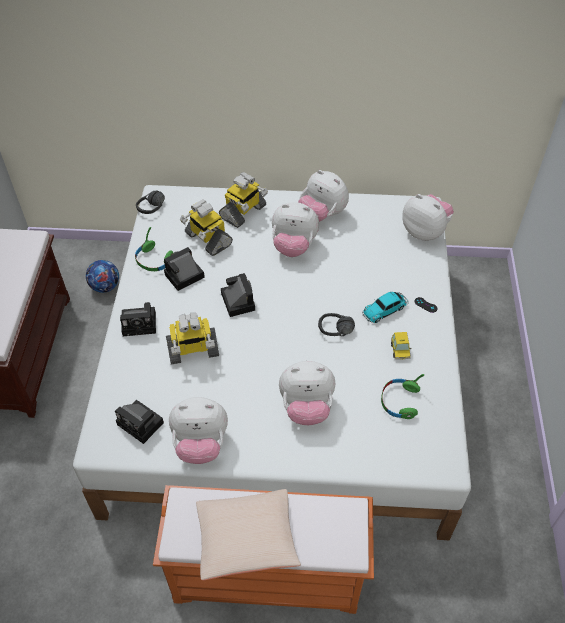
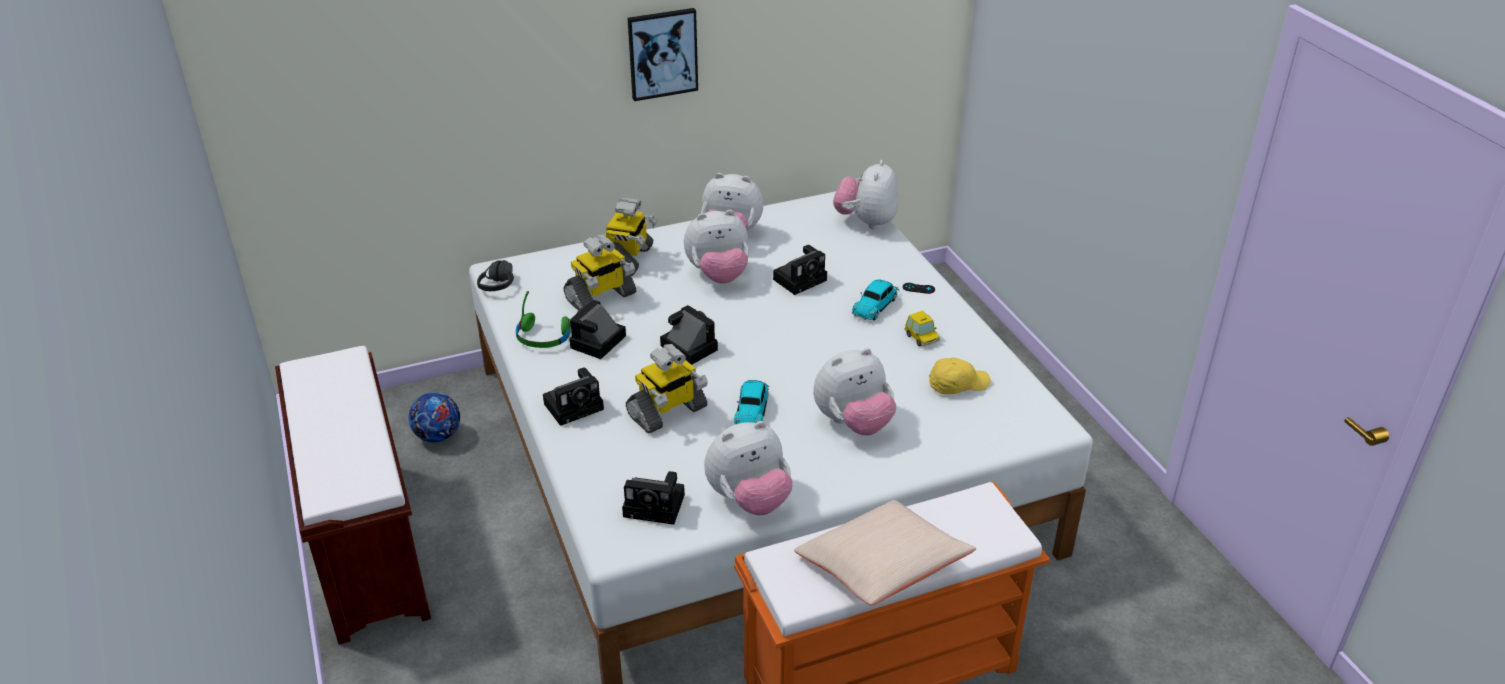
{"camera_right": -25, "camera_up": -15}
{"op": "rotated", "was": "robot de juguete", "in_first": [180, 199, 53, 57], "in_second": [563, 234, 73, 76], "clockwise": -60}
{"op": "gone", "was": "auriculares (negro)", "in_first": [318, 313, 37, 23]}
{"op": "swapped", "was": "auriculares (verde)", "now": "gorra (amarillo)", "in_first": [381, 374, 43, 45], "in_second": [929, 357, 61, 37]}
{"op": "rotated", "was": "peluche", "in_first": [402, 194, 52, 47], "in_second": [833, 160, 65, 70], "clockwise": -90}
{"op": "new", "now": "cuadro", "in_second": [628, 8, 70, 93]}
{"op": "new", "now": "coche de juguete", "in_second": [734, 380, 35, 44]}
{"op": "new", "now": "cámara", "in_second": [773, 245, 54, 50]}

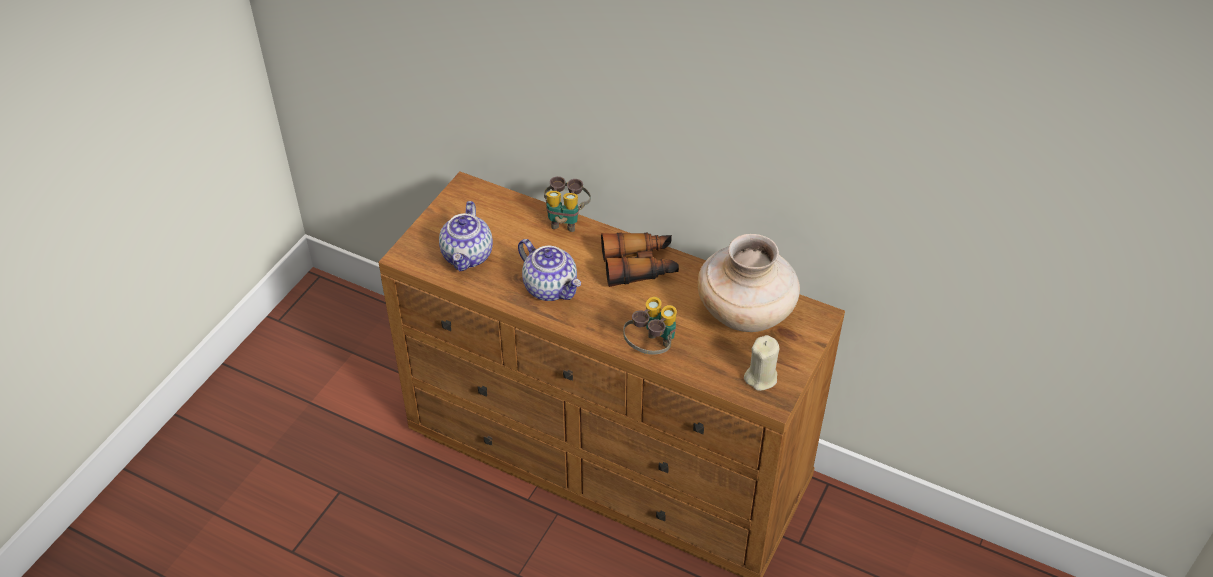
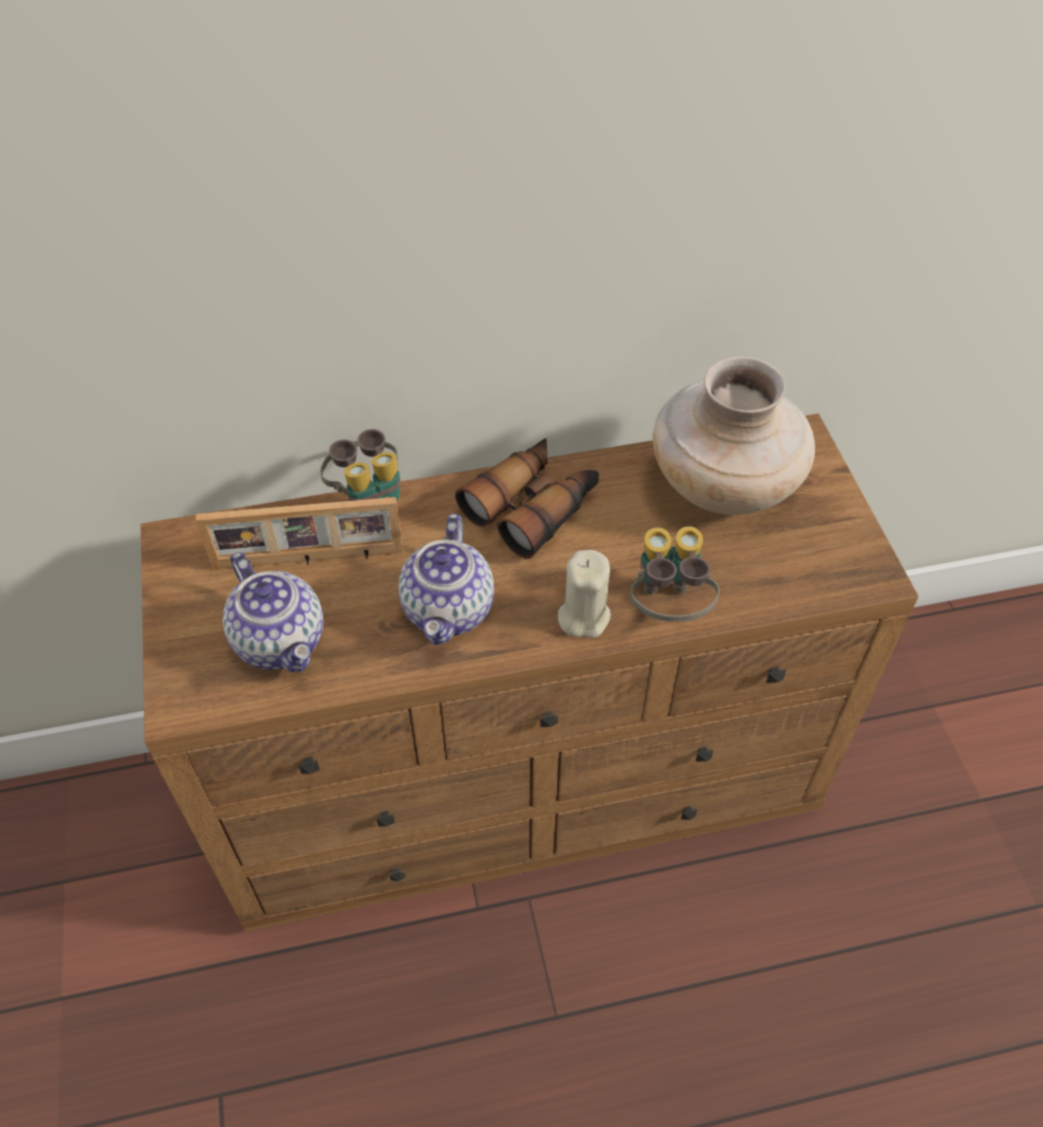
{"camera_right": -40, "camera_up": 5}
{"op": "rotated", "was": "tetera", "in_first": [518, 239, 63, 62], "in_second": [398, 514, 96, 131], "clockwise": 90}
{"op": "shifted", "was": "vela (beis)", "in_first": [744, 335, 35, 56], "in_second": [558, 550, 53, 88]}
{"op": "new", "now": "portarretratos", "in_second": [195, 497, 208, 73]}

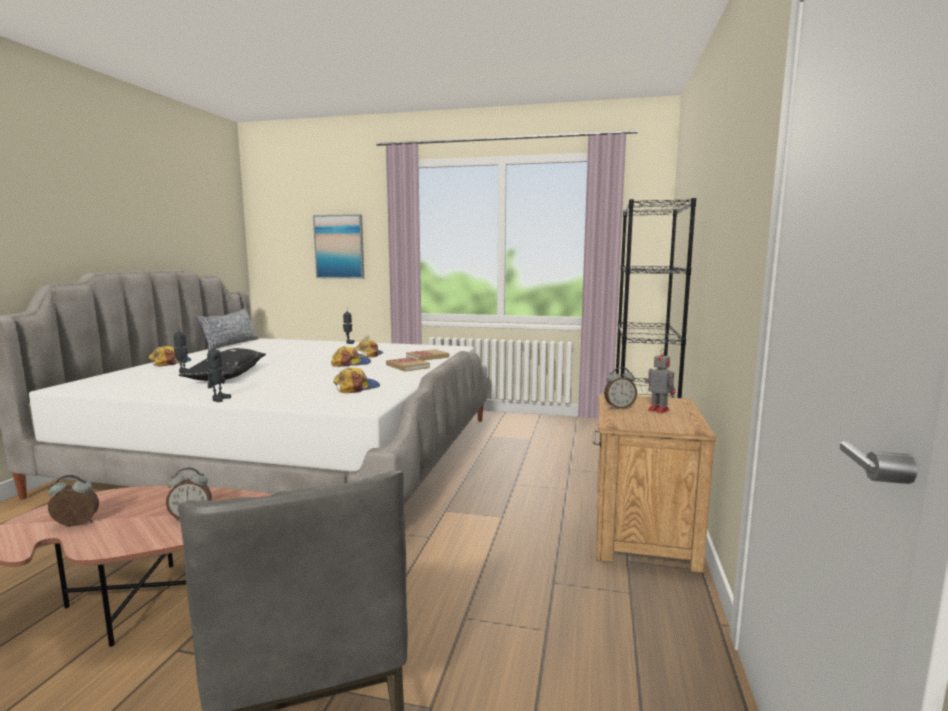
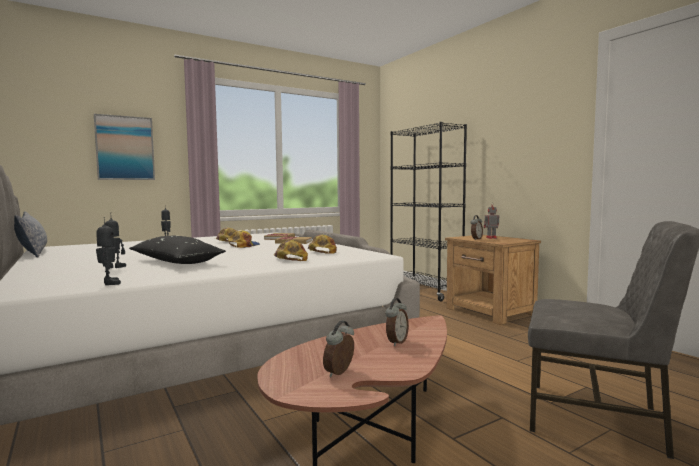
{"camera_right": -45, "camera_up": -5}
{"op": "shifted", "was": "gorra", "in_first": [149, 346, 42, 20], "in_second": [274, 240, 34, 21]}
{"op": "shifted", "was": "robot de juguete", "in_first": [207, 341, 24, 61], "in_second": [96, 217, 25, 68]}

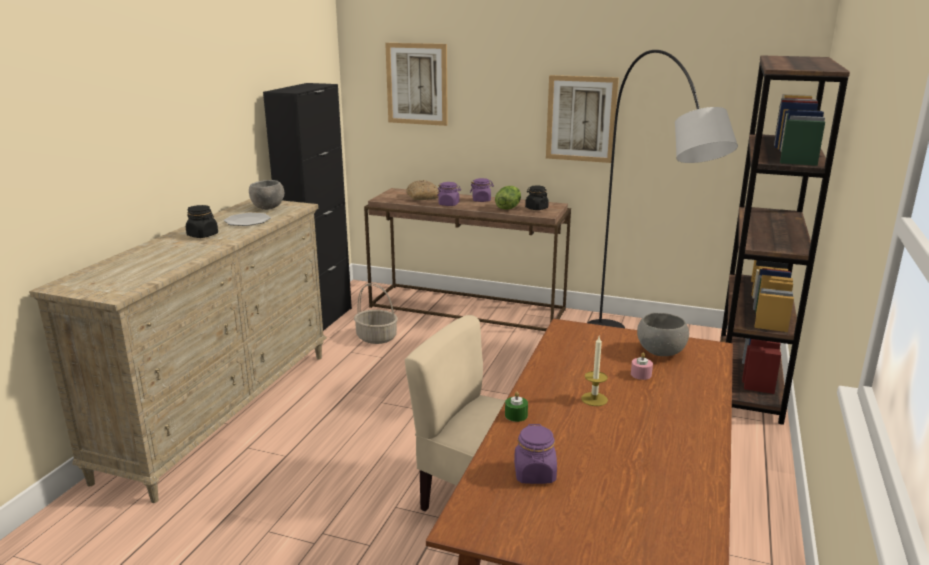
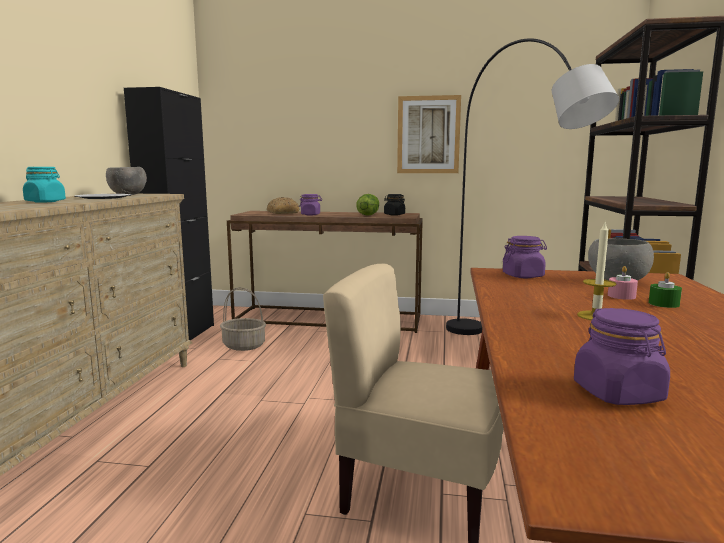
{"camera_right": -10, "camera_up": -10}
{"op": "repainted", "was": "tarro (negro)", "now": "tarro (turquesa)", "in_first": [186, 205, 32, 33], "in_second": [23, 167, 43, 36]}
{"op": "gone", "was": "cuadro", "in_first": [385, 43, 63, 83]}
{"op": "shifted", "was": "tarro (morado)", "in_first": [470, 178, 24, 24], "in_second": [503, 236, 44, 42]}
{"op": "shifted", "was": "vela (verde)", "in_first": [505, 391, 23, 31], "in_second": [649, 272, 33, 36]}

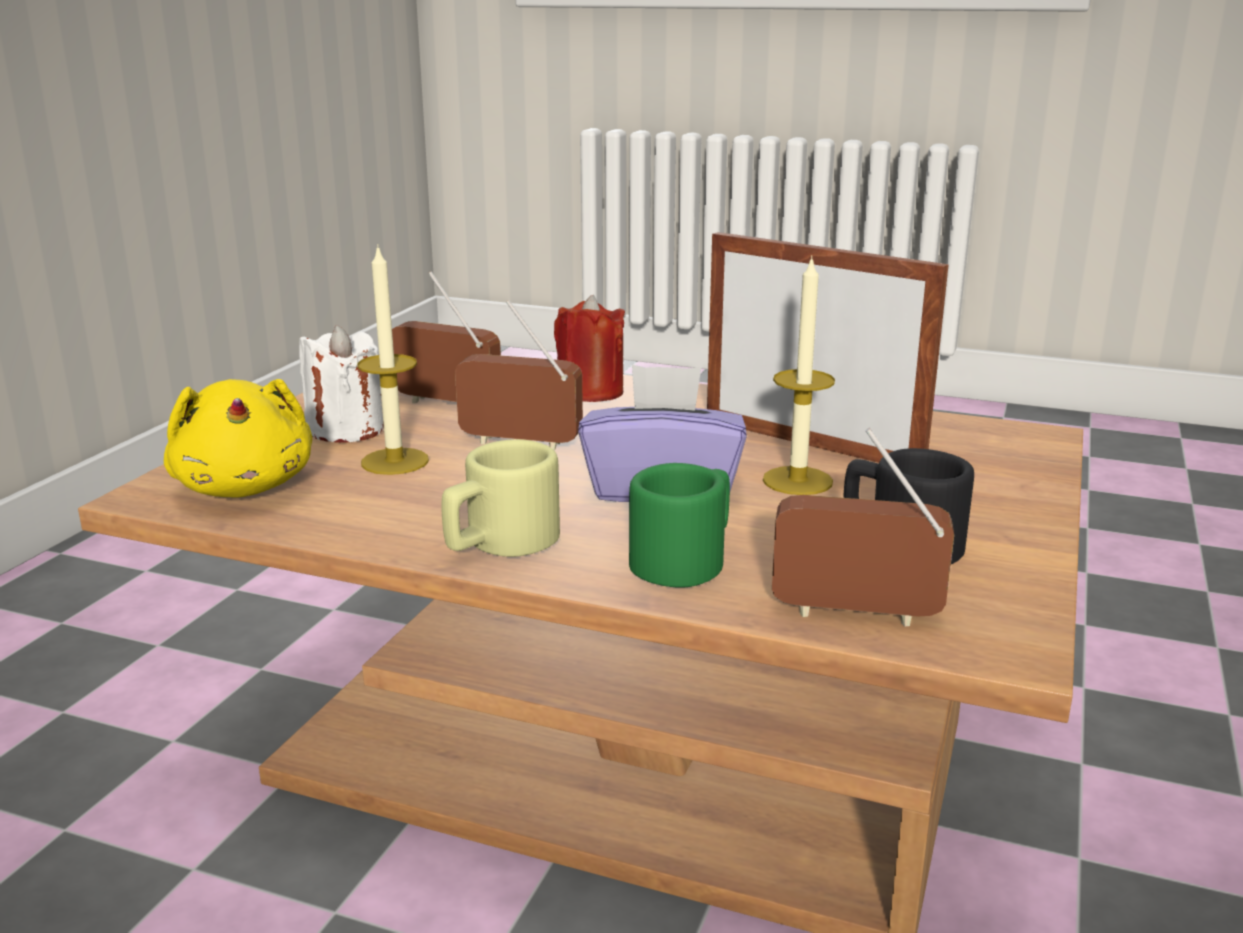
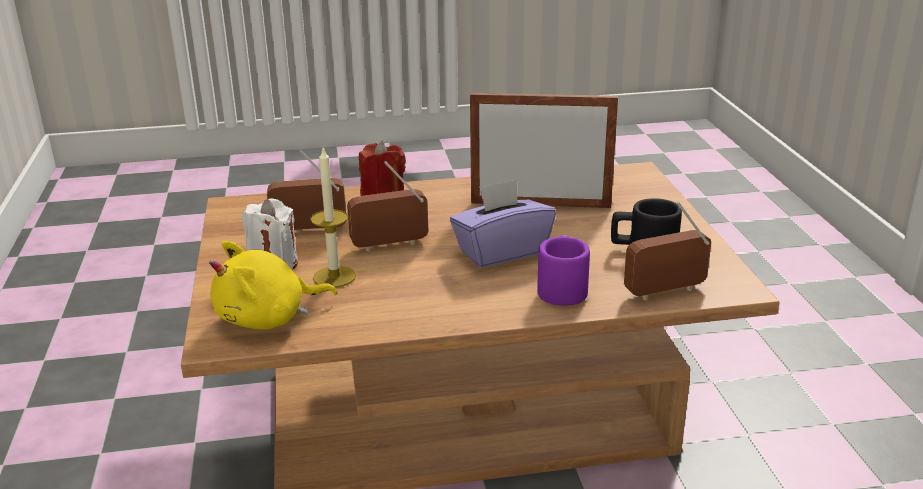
{"camera_right": -30, "camera_up": 5}
{"op": "rotated", "was": "peluche (amarillo)", "in_first": [164, 379, 148, 119], "in_second": [209, 241, 128, 88], "clockwise": 120}
{"op": "gone", "was": "taza grande (beis)", "in_first": [442, 439, 118, 118]}
{"op": "repainted", "was": "taza grande (verde)", "now": "taza grande (morado)", "in_first": [629, 463, 101, 125], "in_second": [537, 235, 53, 70]}
{"op": "gone", "was": "vela", "in_first": [763, 255, 72, 240]}

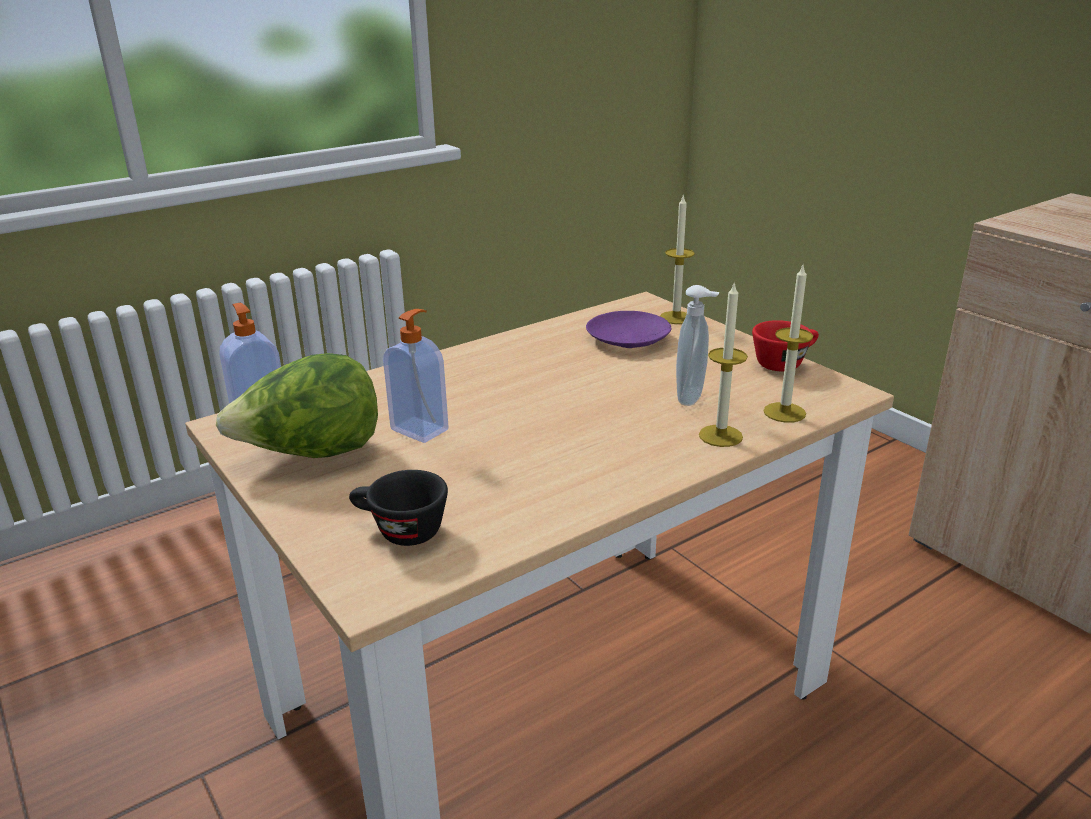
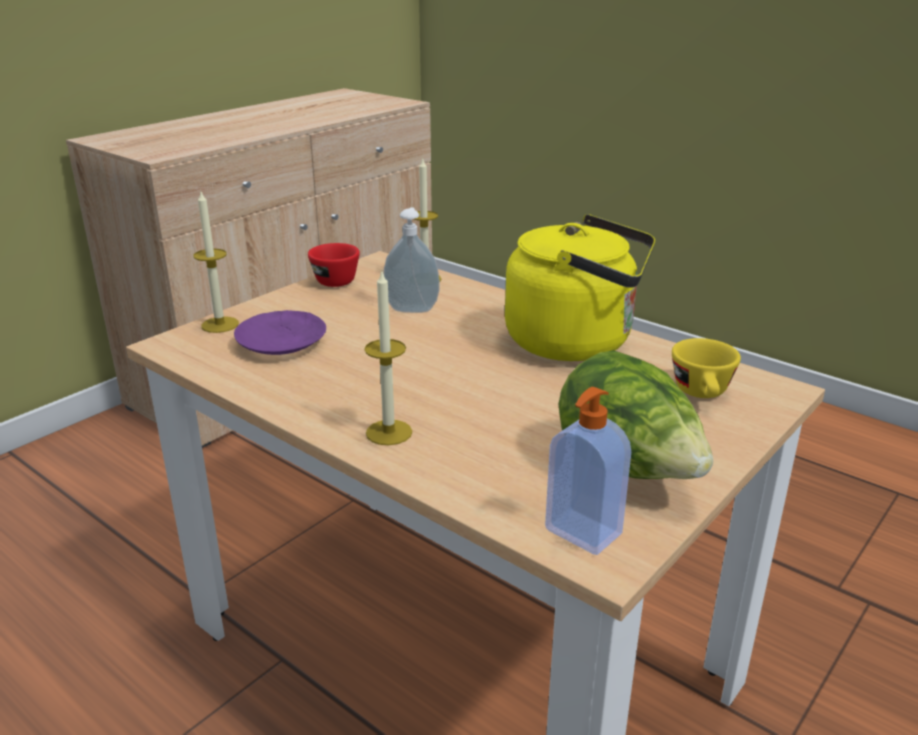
{"camera_right": -105, "camera_up": 0}
{"op": "repainted", "was": "taza (negro)", "now": "taza (amarillo)", "in_first": [349, 470, 99, 76], "in_second": [672, 338, 69, 60]}
{"op": "gone", "was": "dispensador de jabón", "in_first": [383, 309, 66, 134]}
{"op": "shifted", "was": "vela", "in_first": [699, 282, 49, 165], "in_second": [364, 269, 48, 176]}
{"op": "new", "now": "hervidor (amarillo)", "in_second": [505, 214, 150, 147]}

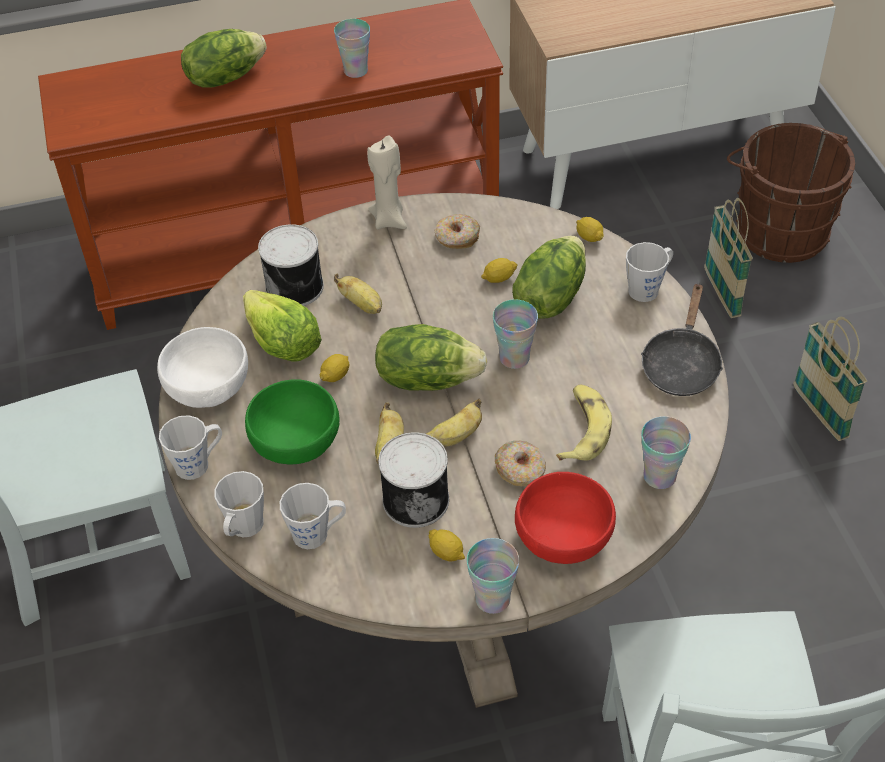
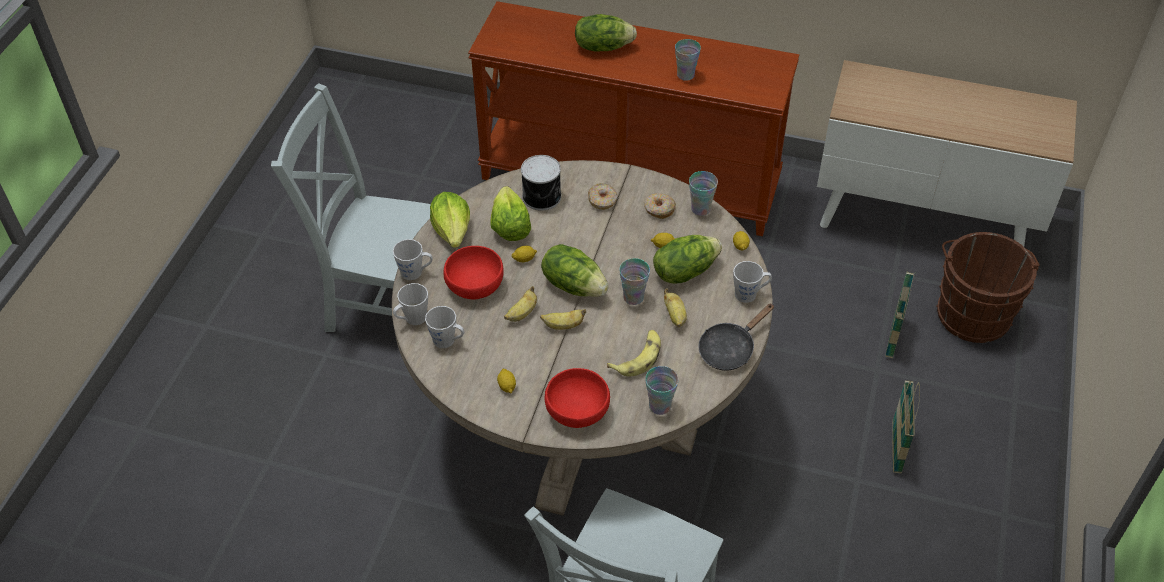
{"camera_right": 30, "camera_up": 0}
{"op": "swapped", "was": "cuenco (blanco)", "now": "lechuga", "in_first": [157, 327, 91, 81], "in_second": [430, 192, 40, 56]}
{"op": "repainted", "was": "cuenco (verde)", "now": "cuenco (rojo)", "in_first": [245, 379, 95, 85], "in_second": [444, 246, 60, 53]}
{"op": "shifted", "was": "plátano", "in_first": [334, 274, 48, 40], "in_second": [664, 288, 23, 39]}
{"op": "gone", "was": "vela (beis)", "in_first": [367, 135, 40, 95]}
{"op": "gone", "was": "lata", "in_first": [378, 432, 71, 96]}
{"op": "shifted", "was": "taza", "in_first": [466, 538, 53, 76], "in_second": [689, 171, 29, 45]}
{"op": "shifted", "was": "rosquilla", "in_first": [495, 441, 51, 45], "in_second": [588, 183, 29, 27]}

